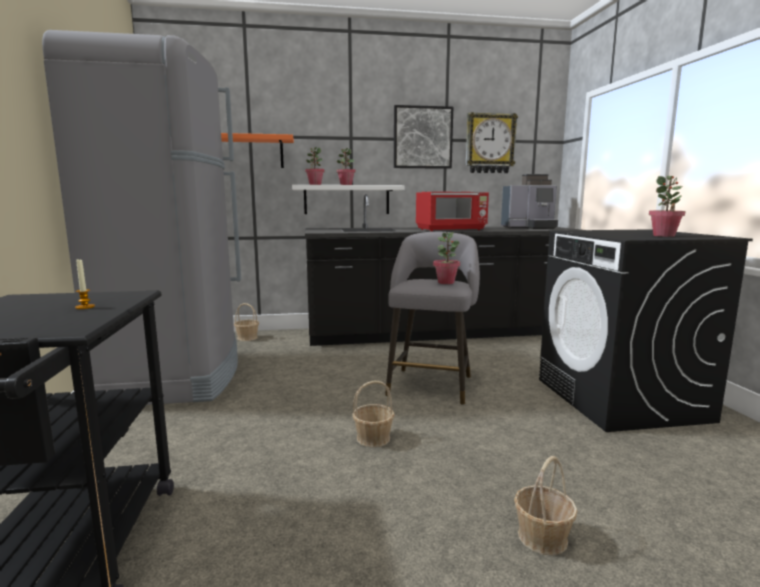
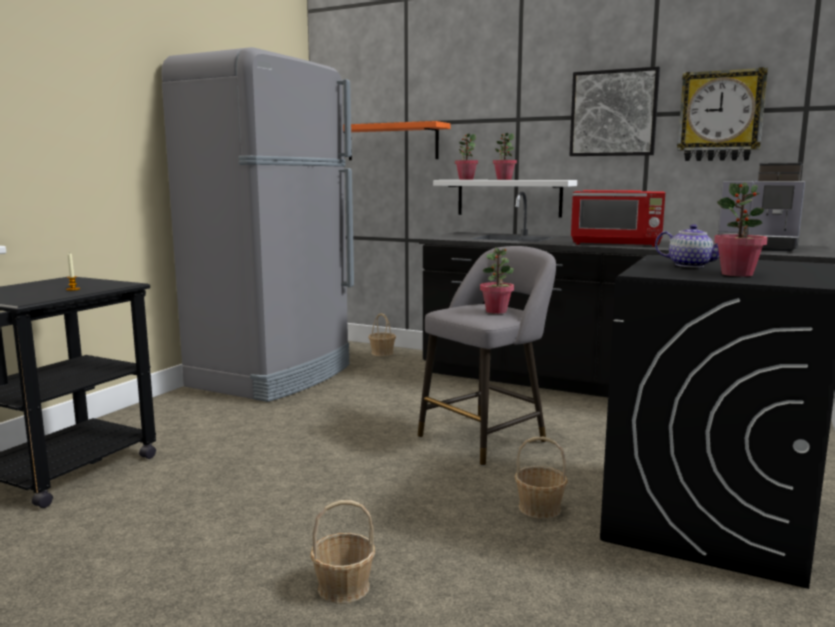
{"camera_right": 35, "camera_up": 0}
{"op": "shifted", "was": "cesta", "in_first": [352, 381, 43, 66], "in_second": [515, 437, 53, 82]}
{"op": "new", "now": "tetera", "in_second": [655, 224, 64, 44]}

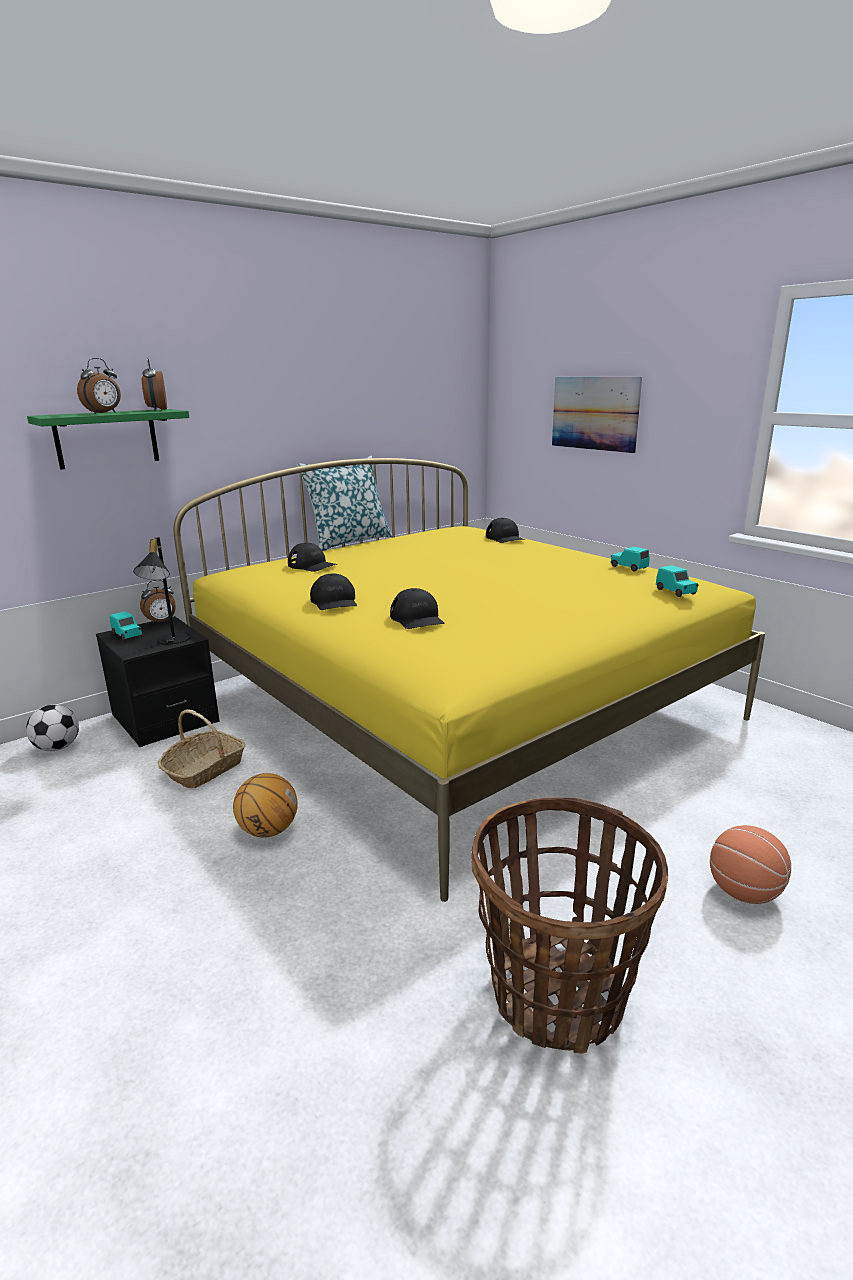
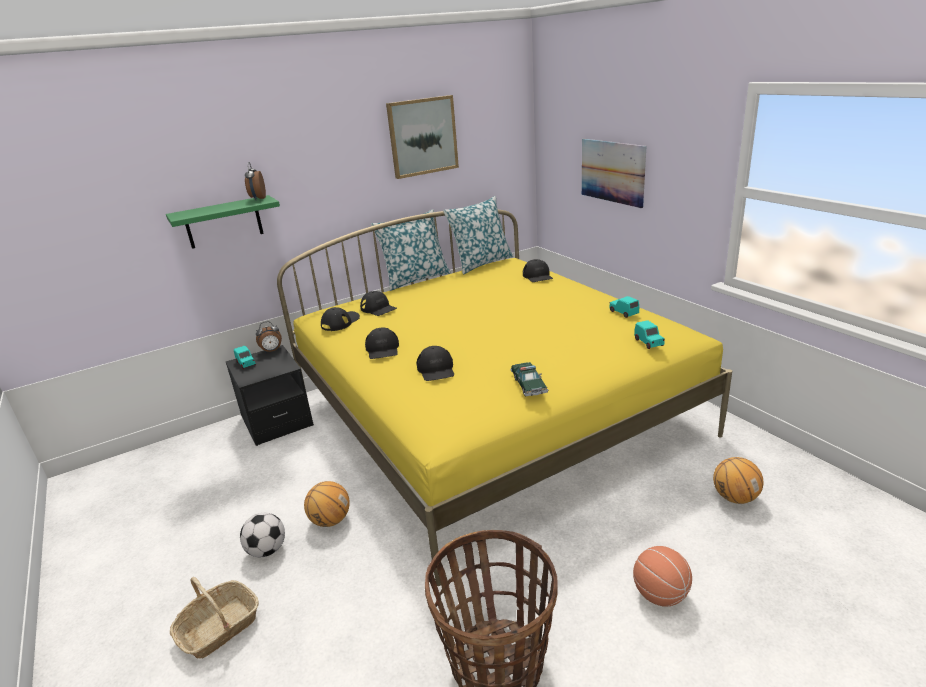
{"camera_right": 10, "camera_up": 5}
{"op": "shifted", "was": "balón de fútbol", "in_first": [26, 705, 53, 46], "in_second": [240, 513, 45, 44]}
{"op": "gone", "was": "despertador", "in_first": [77, 358, 44, 56]}
{"op": "gone", "was": "lámpara de mesa (negro)", "in_first": [133, 537, 58, 108]}
{"op": "shifted", "was": "cesta", "in_first": [158, 709, 88, 79], "in_second": [170, 577, 89, 82]}
{"op": "new", "now": "gorra (negro)", "in_second": [321, 307, 39, 24]}
{"op": "new", "now": "cuadro", "in_second": [386, 95, 73, 84]}
{"op": "new", "now": "cojín", "in_second": [443, 196, 70, 79]}
{"op": "new", "now": "coche de juguete", "in_second": [510, 362, 38, 34]}
{"op": "new", "now": "balón de baloncesto", "in_second": [713, 457, 50, 47]}

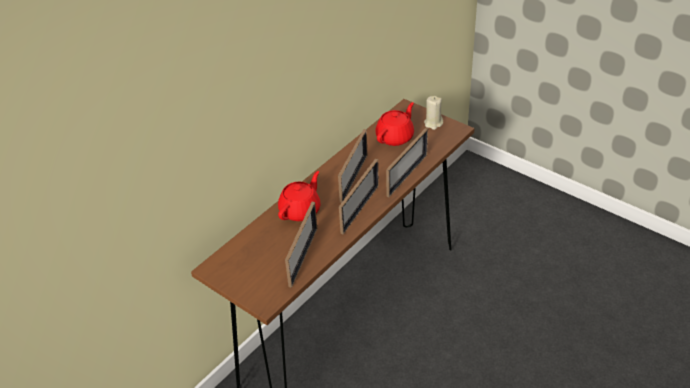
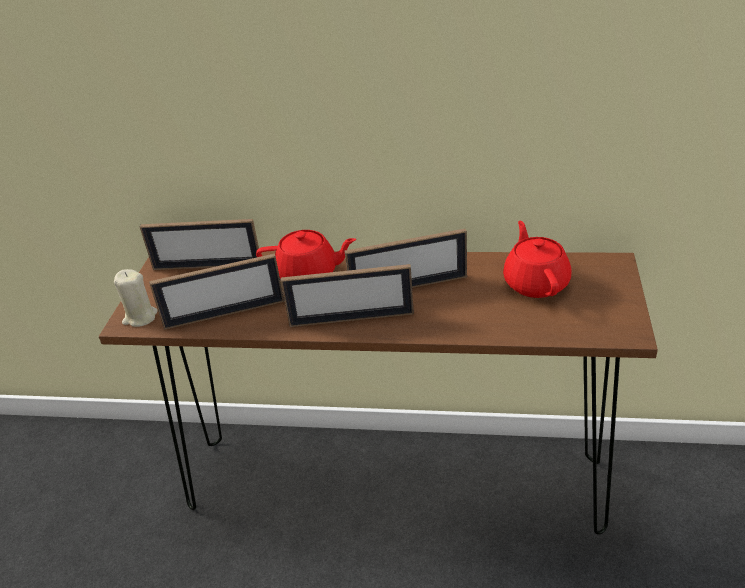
{"camera_right": 60, "camera_up": -5}
{"op": "rotated", "was": "tetera (rojo)", "in_first": [376, 102, 38, 44], "in_second": [503, 221, 68, 77], "clockwise": -105}
{"op": "shifted", "was": "portarretratos", "in_first": [386, 128, 42, 69], "in_second": [140, 219, 119, 51]}
{"op": "shifted", "was": "vela (beis)", "in_first": [424, 96, 19, 34], "in_second": [114, 269, 43, 58]}

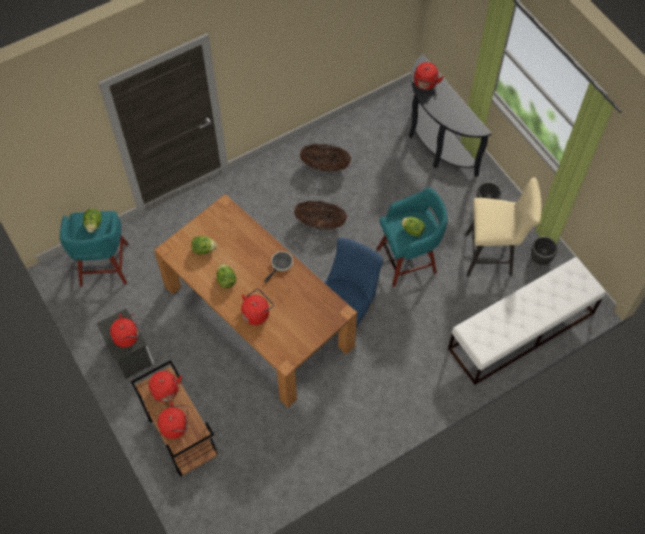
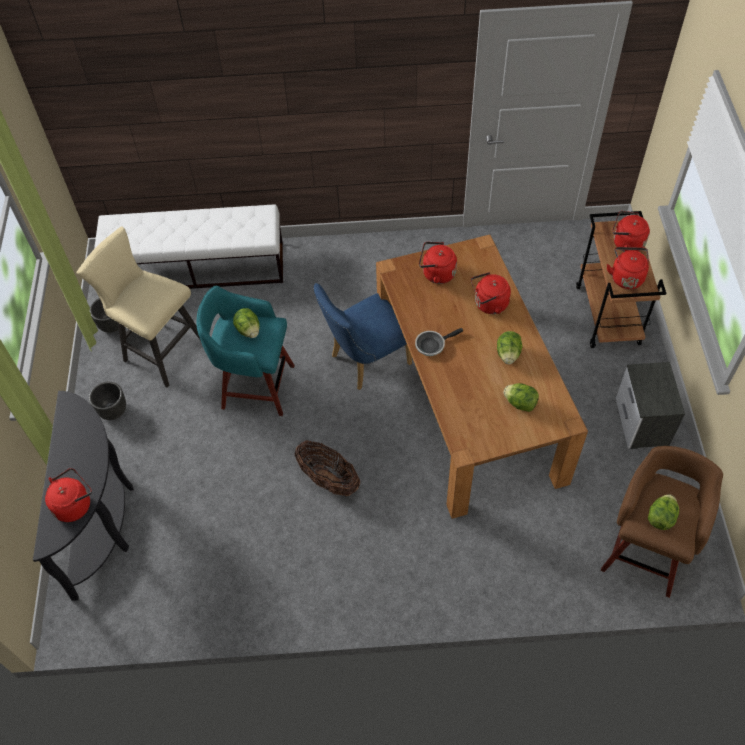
{"camera_right": -150, "camera_up": -5}
{"op": "repainted", "was": "taburete (turquesa)", "now": "taburete (marrón)", "in_first": [60, 211, 69, 76], "in_second": [601, 446, 122, 152]}
{"op": "shifted", "was": "hervidor (rojo)", "in_first": [110, 314, 29, 34], "in_second": [419, 242, 38, 42]}
{"op": "gone", "was": "cesta", "in_first": [300, 144, 51, 28]}

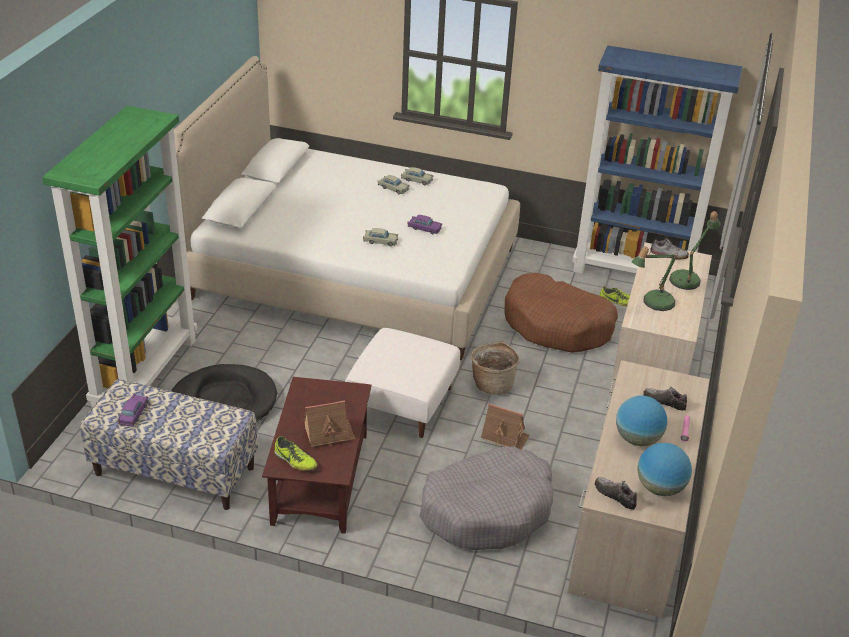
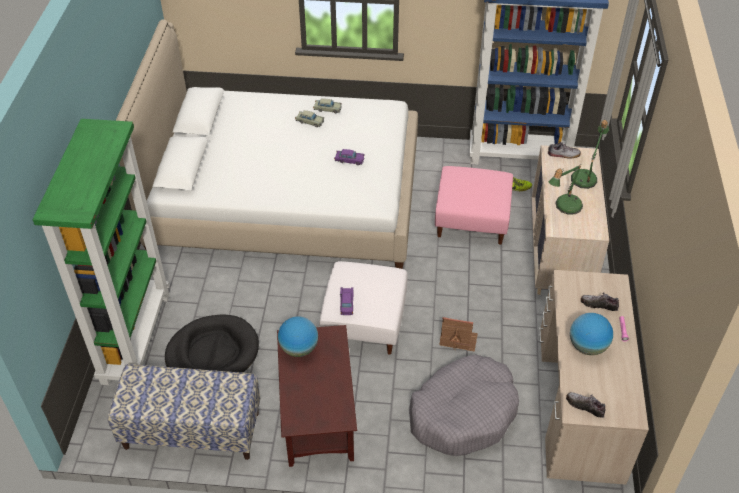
{"camera_right": -10, "camera_up": 10}
{"op": "shifted", "was": "coche de juguete (morado)", "in_first": [118, 394, 31, 32], "in_second": [340, 287, 14, 28]}
{"op": "gone", "was": "zapato", "in_first": [274, 436, 44, 35]}
{"op": "gone", "was": "casita", "in_first": [303, 400, 52, 47]}
{"op": "gone", "was": "coche de juguete (beis)", "in_first": [363, 228, 35, 18]}
{"op": "gone", "was": "cesta", "in_first": [471, 342, 48, 53]}
{"op": "swapped", "was": "cama para perro (marrón)", "now": "puf (rosa)", "in_first": [504, 273, 114, 80], "in_second": [435, 166, 78, 79]}
{"op": "shifted", "was": "globo terráqueo", "in_first": [638, 443, 54, 53], "in_second": [278, 316, 40, 41]}

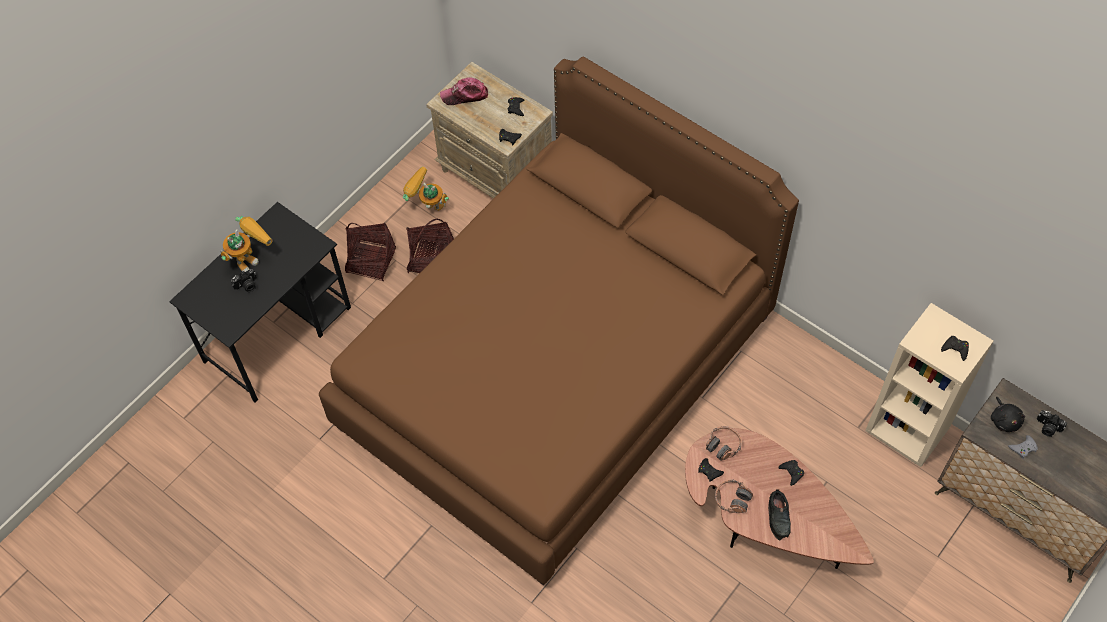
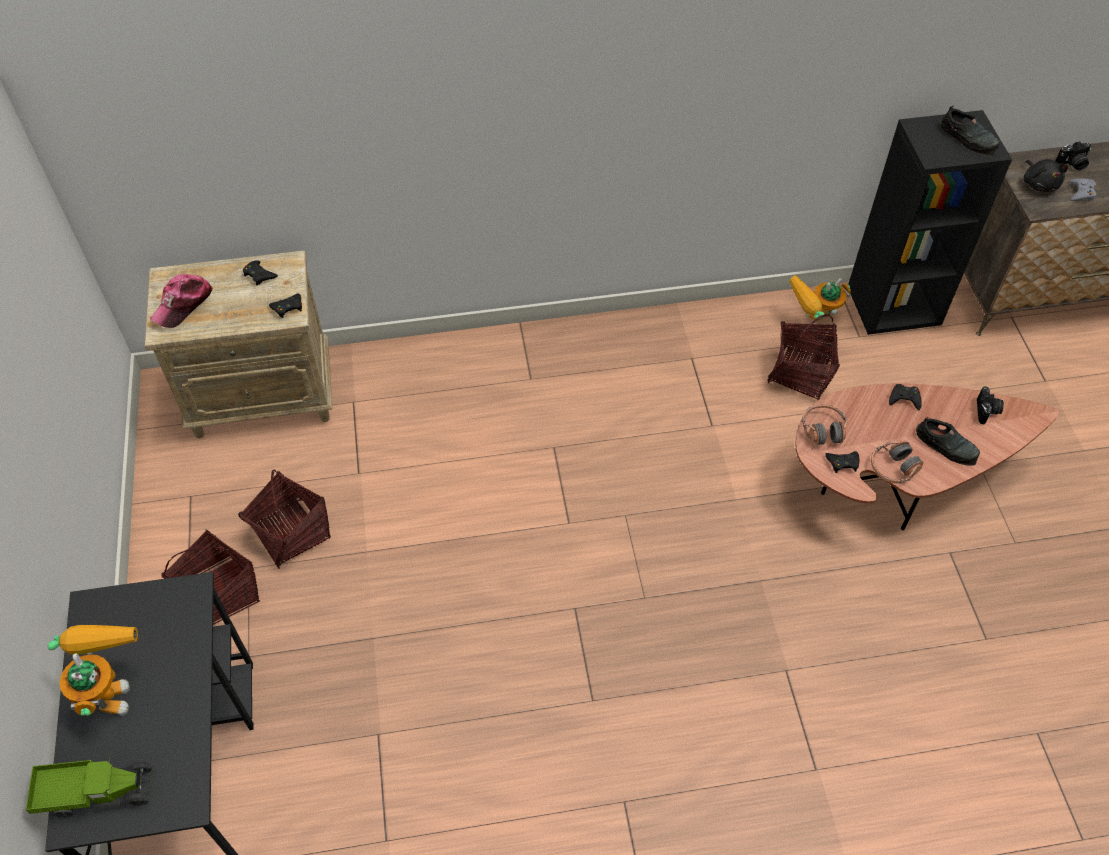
{"camera_right": -50, "camera_up": -5}
{"op": "shifted", "was": "cámara", "in_first": [231, 269, 26, 23], "in_second": [977, 386, 27, 38]}
{"op": "gone", "was": "cama (marrón)", "in_first": [319, 56, 480, 530]}
{"op": "shifted", "was": "robot de juguete", "in_first": [403, 166, 46, 45], "in_second": [789, 276, 62, 45]}
{"op": "repainted", "was": "estantería (beis)", "now": "estantería (negro)", "in_first": [865, 303, 128, 164], "in_second": [848, 110, 164, 225]}
{"op": "swapped", "was": "mando de consola (negro)", "now": "zapato (negro)", "in_first": [941, 336, 28, 25], "in_second": [941, 105, 59, 51]}
{"op": "rotated", "was": "peluche (negro)", "in_first": [991, 397, 34, 35], "in_second": [1024, 159, 44, 33], "clockwise": 45}
{"op": "new", "now": "camión de juguete", "in_second": [26, 754, 127, 64]}
{"op": "new", "now": "cesta", "in_second": [768, 314, 72, 86]}

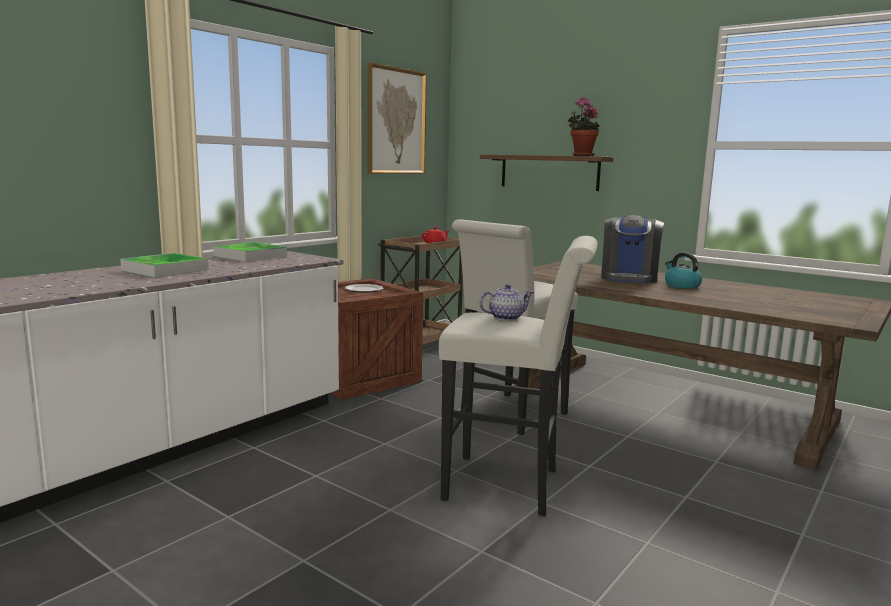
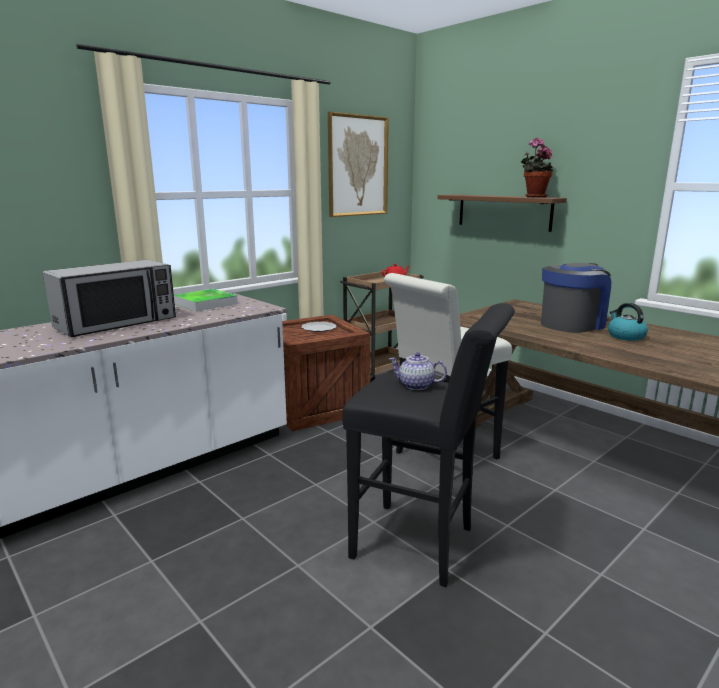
{"camera_right": 10, "camera_up": 5}
{"op": "swapped", "was": "bandeja", "now": "microondas", "in_first": [120, 253, 89, 24], "in_second": [43, 260, 133, 77]}
{"op": "repainted", "was": "taburete (blanco)", "now": "taburete (negro)", "in_first": [439, 236, 159, 280], "in_second": [342, 303, 173, 284]}
{"op": "rotated", "was": "tetera", "in_first": [480, 284, 54, 37], "in_second": [389, 352, 58, 38], "clockwise": -150}
{"op": "rotated", "was": "cafetera", "in_first": [601, 215, 63, 68], "in_second": [541, 263, 70, 70], "clockwise": -150}

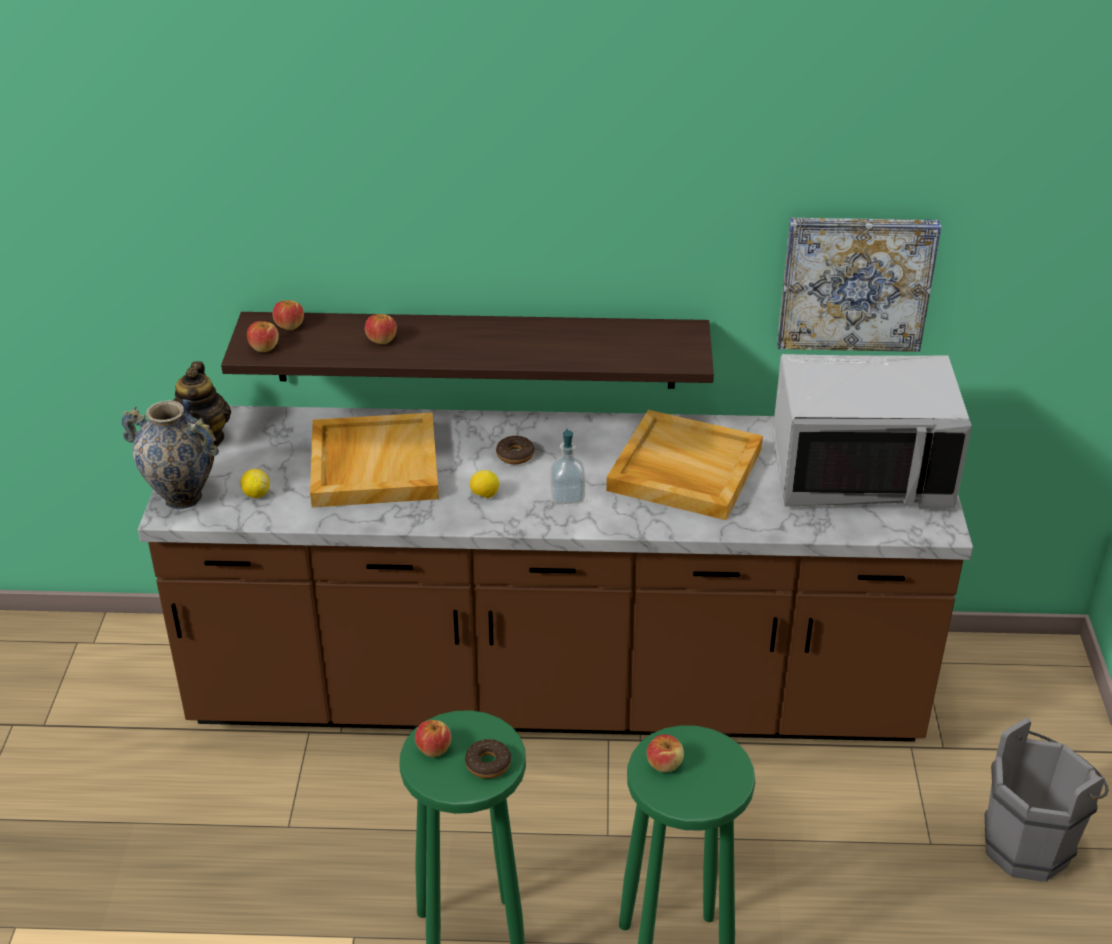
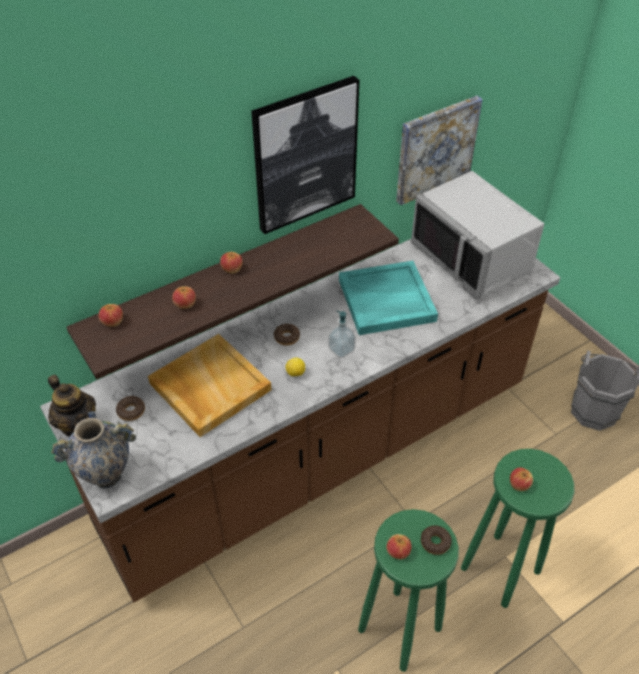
{"camera_right": -35, "camera_up": 10}
{"op": "gone", "was": "limón", "in_first": [240, 469, 30, 29]}
{"op": "shifted", "was": "manzana", "in_first": [247, 321, 32, 31], "in_second": [220, 252, 23, 21]}
{"op": "repainted", "was": "bandeja (beis)", "now": "bandeja (turquesa)", "in_first": [606, 410, 157, 110], "in_second": [339, 261, 99, 74]}
{"op": "rotated", "was": "microondas (gris)", "in_first": [772, 354, 200, 155], "in_second": [411, 171, 134, 129], "clockwise": 90}
{"op": "new", "now": "rosquilla", "in_second": [116, 396, 29, 25]}
{"op": "new", "now": "cuadro", "in_second": [251, 76, 108, 158]}

